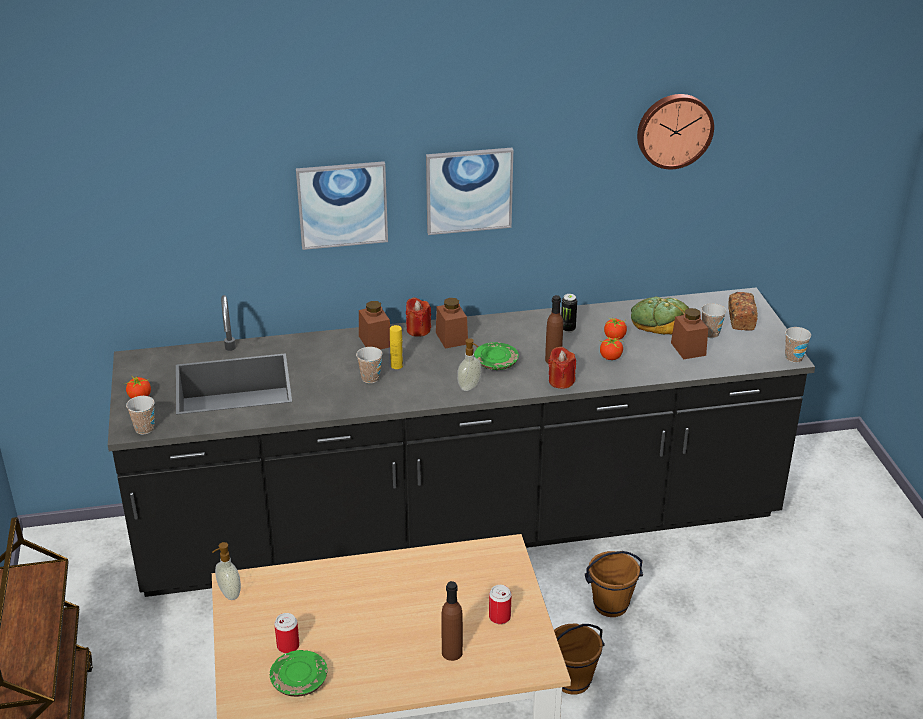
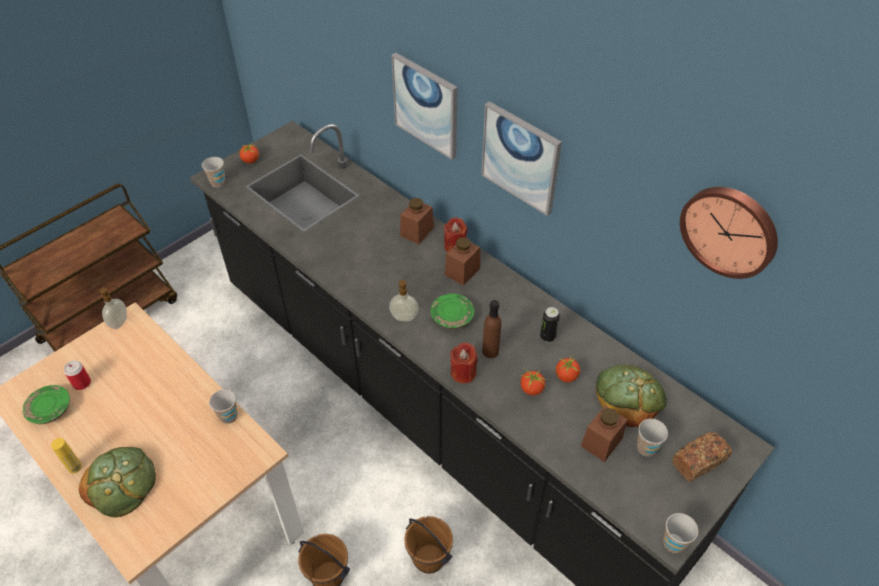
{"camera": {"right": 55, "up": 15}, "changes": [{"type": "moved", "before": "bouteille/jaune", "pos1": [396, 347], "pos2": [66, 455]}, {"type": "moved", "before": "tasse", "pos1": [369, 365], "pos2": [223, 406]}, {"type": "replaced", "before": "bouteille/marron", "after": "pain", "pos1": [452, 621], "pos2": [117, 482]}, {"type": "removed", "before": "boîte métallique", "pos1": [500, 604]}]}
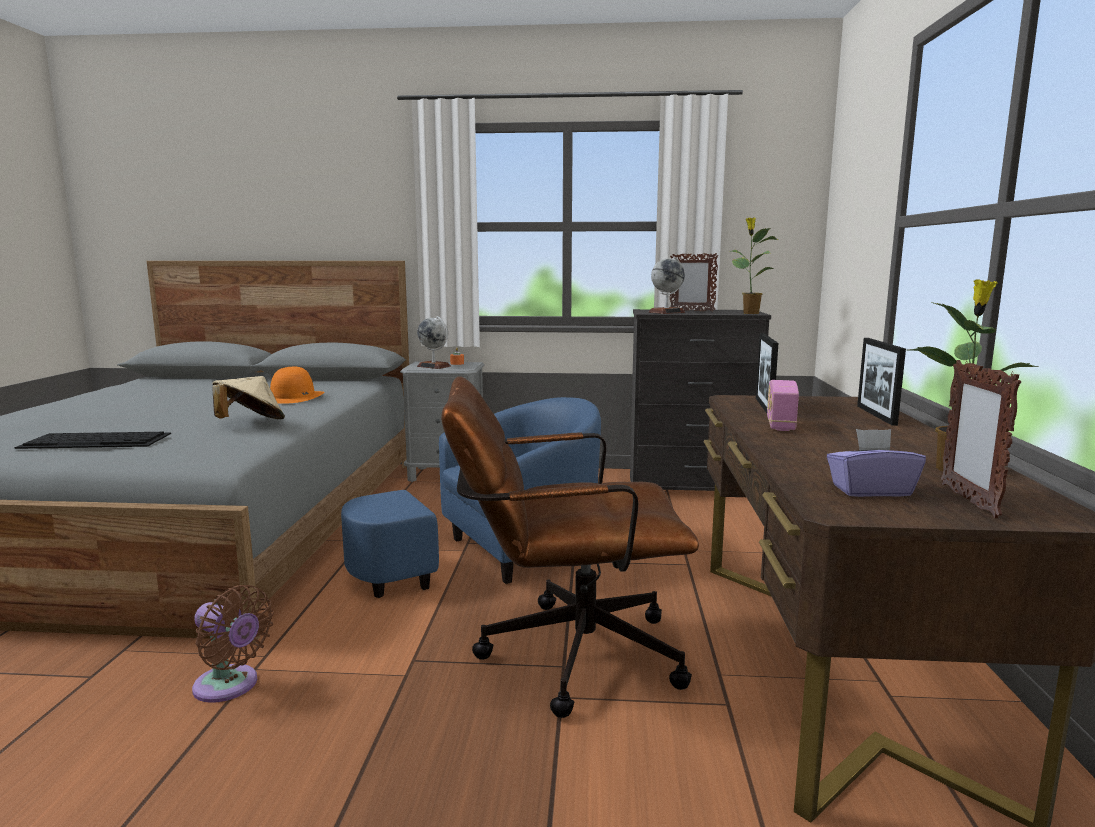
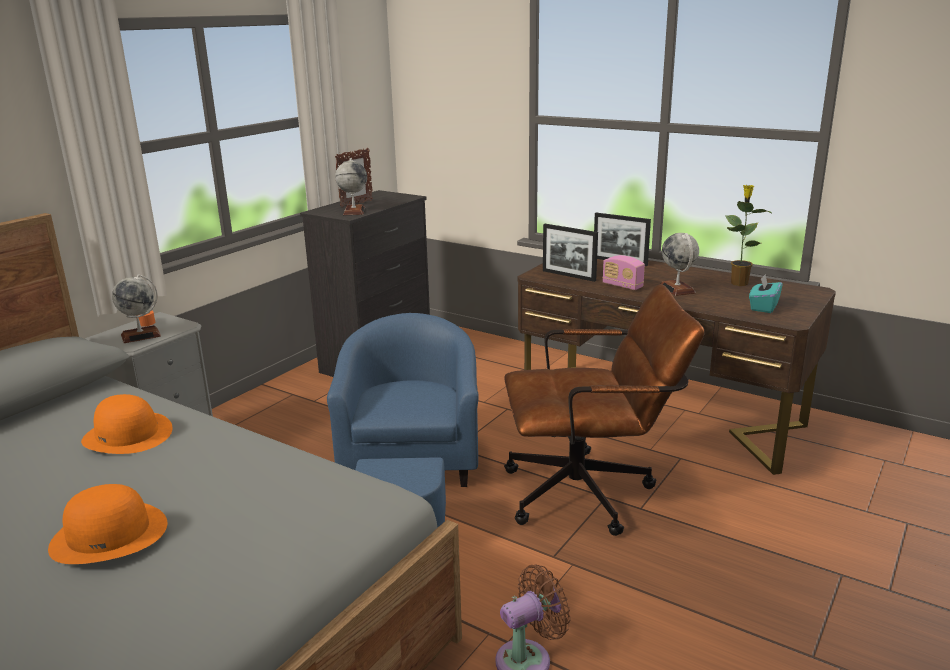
{"camera": {"right": -60, "up": 10}, "changes": [{"type": "removed", "before": "plante en pot", "pos1": [754, 266]}, {"type": "removed", "before": "cadre photo", "pos1": [981, 439]}, {"type": "removed", "before": "chapeau/beige", "pos1": [248, 397]}, {"type": "turned", "before": "chaise de bureau/marron", "pos1": [570, 547], "pos2": [604, 410], "turn": -120}, {"type": "recoloured", "before": "boîte à mouchoirs/violet", "after": "boîte à mouchoirs/turquoise", "pos1": [876, 463], "pos2": [766, 293]}, {"type": "removed", "before": "clavier", "pos1": [93, 440]}, {"type": "added", "after": "globe", "pos2": [680, 264]}, {"type": "added", "after": "chapeau/orange", "pos2": [107, 524]}]}
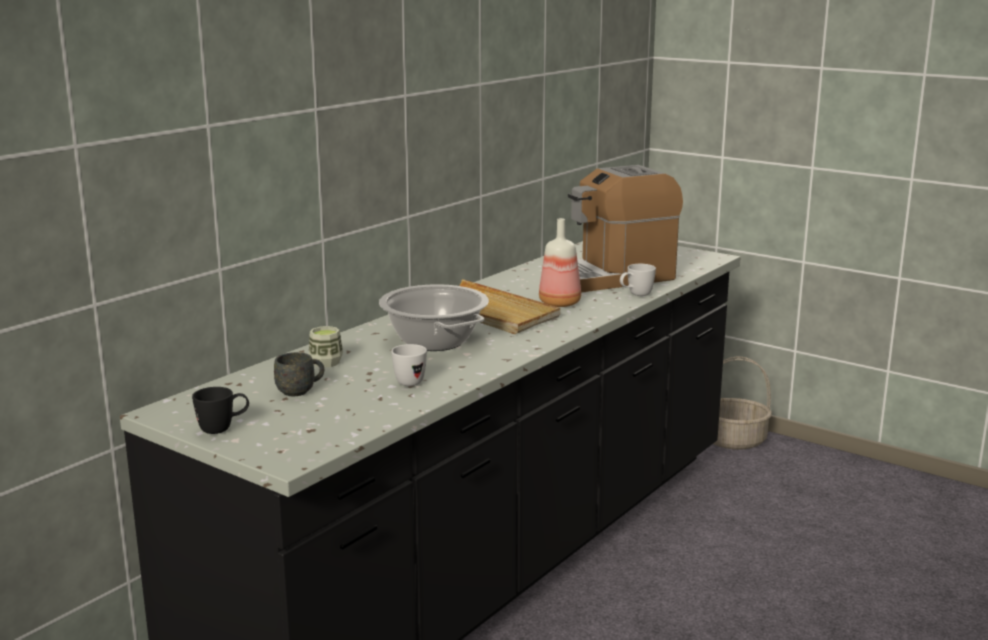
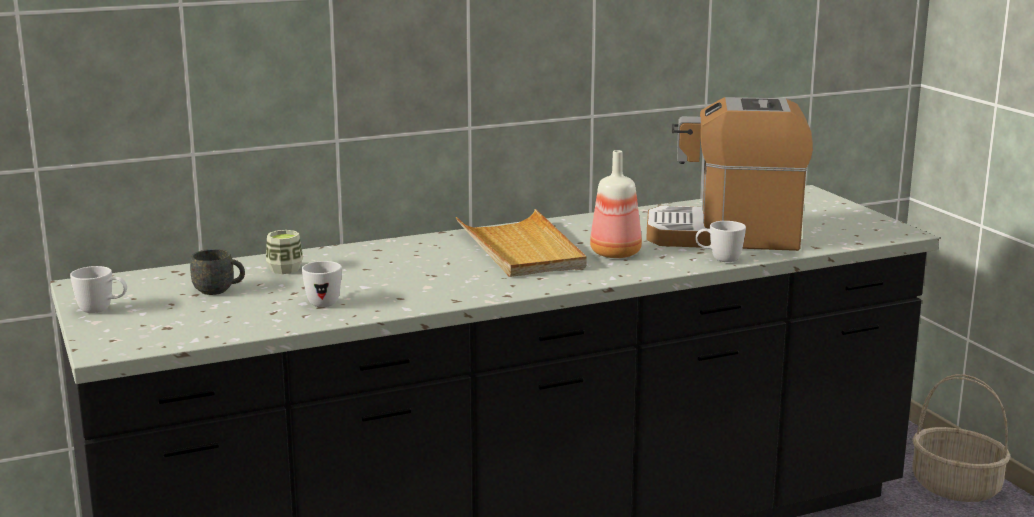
{"camera": {"right": 30, "up": 0}, "changes": [{"type": "removed", "before": "marmite", "pos1": [434, 317]}, {"type": "recoloured", "before": "mug/noir", "after": "mug/blanc", "pos1": [220, 410], "pos2": [98, 289]}]}
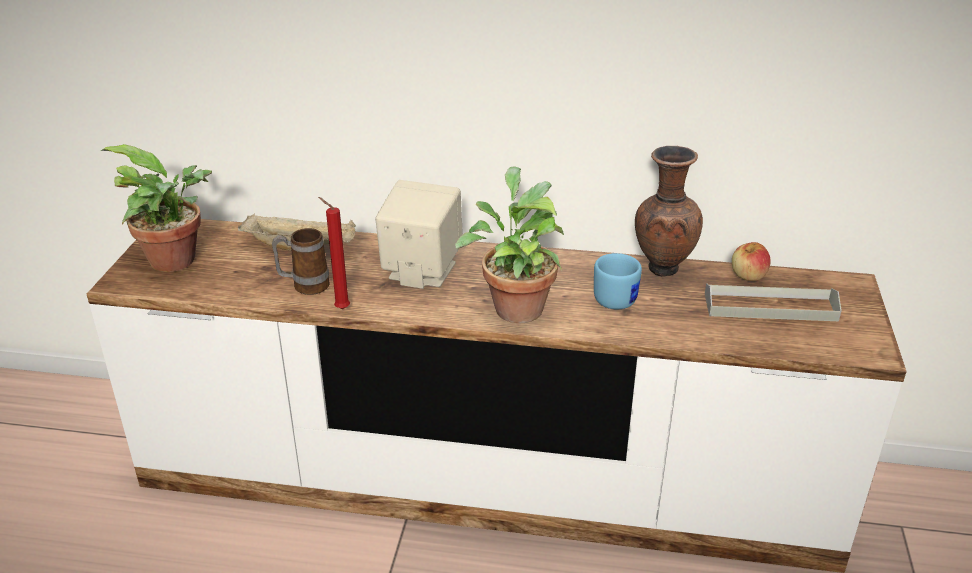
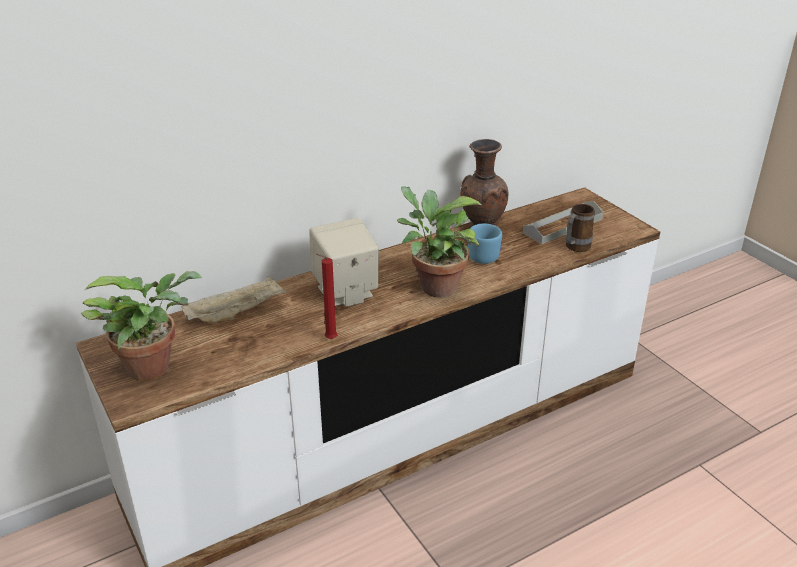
{"camera": {"right": -40, "up": 0}, "changes": [{"type": "moved", "before": "mug", "pos1": [301, 261], "pos2": [580, 228]}, {"type": "removed", "before": "pomme", "pos1": [751, 261]}]}
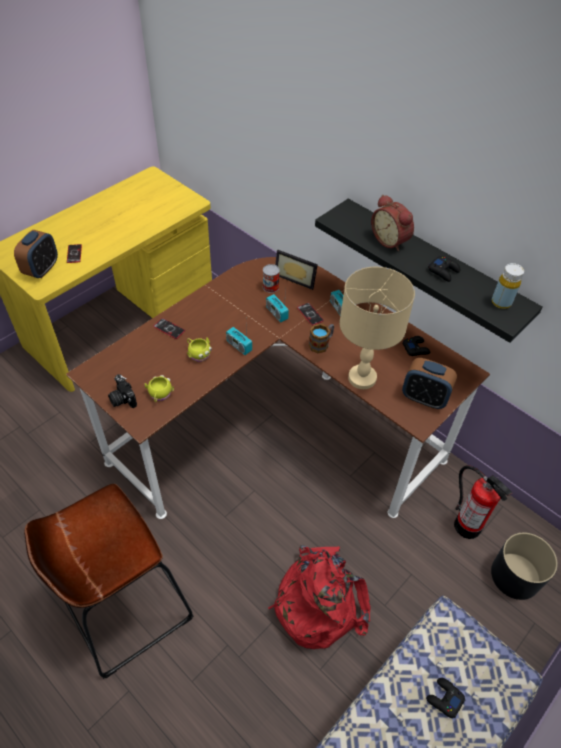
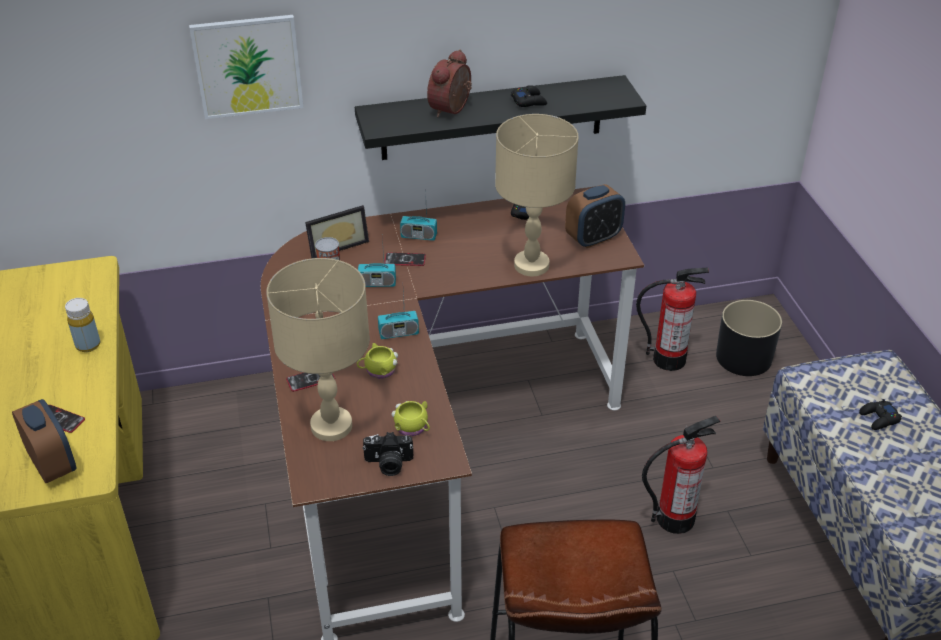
{"camera": {"right": -55, "up": -10}, "changes": [{"type": "turned", "before": "réveil", "pos1": [392, 222], "pos2": [449, 83], "turn": 120}, {"type": "moved", "before": "bouteille/jaune", "pos1": [508, 286], "pos2": [82, 325]}, {"type": "removed", "before": "mug", "pos1": [321, 338]}, {"type": "replaced", "before": "sac à dos/rouge", "after": "extincteur", "pos1": [319, 597], "pos2": [681, 475]}, {"type": "added", "after": "tableau", "pos2": [246, 67]}, {"type": "added", "after": "lampe de table/beige", "pos2": [318, 349]}]}
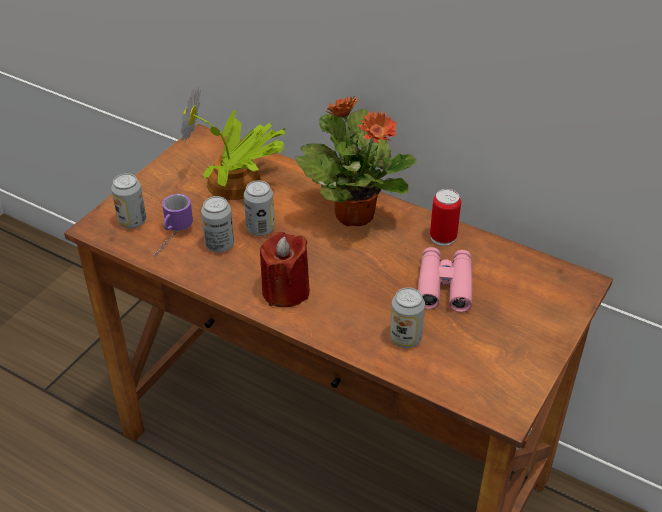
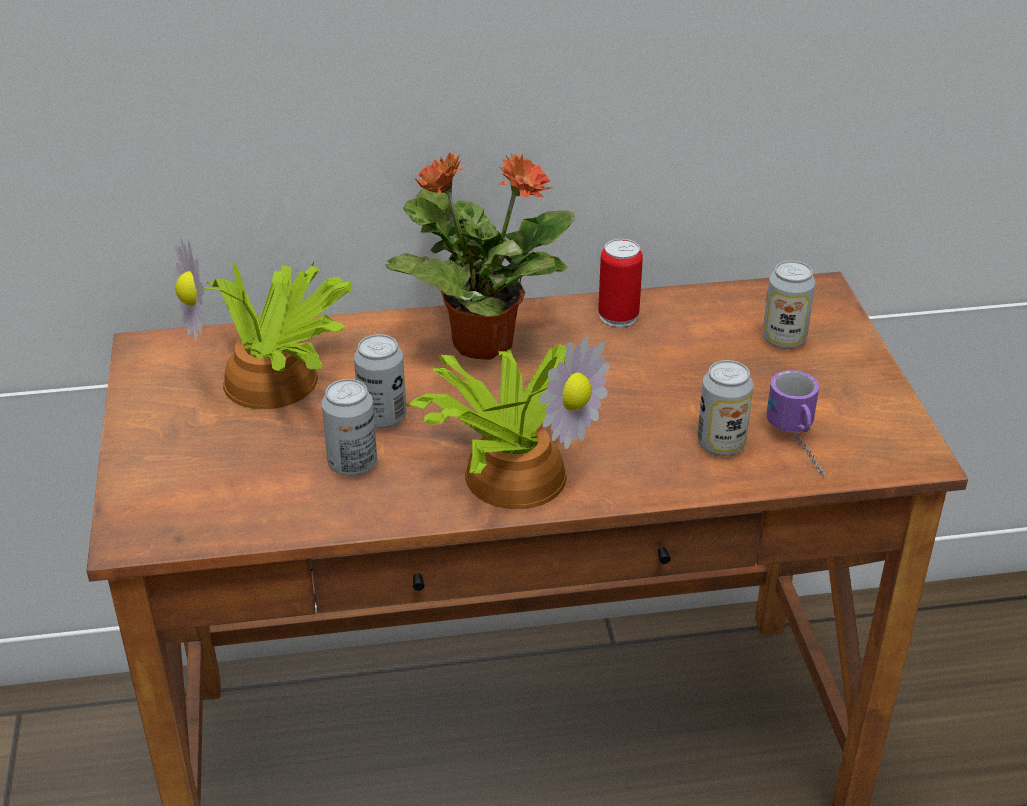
{"camera": {"right": -40, "up": -5}, "changes": [{"type": "moved", "before": "boîte métallique", "pos1": [128, 201], "pos2": [789, 305]}, {"type": "moved", "before": "mug", "pos1": [173, 225], "pos2": [796, 424]}, {"type": "replaced", "before": "bougie/rouge", "after": "plante en pot", "pos1": [285, 269], "pos2": [507, 422]}, {"type": "removed", "before": "jumelles/rose", "pos1": [445, 279]}]}
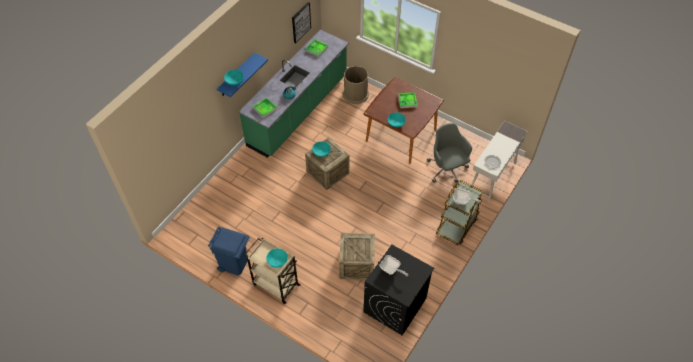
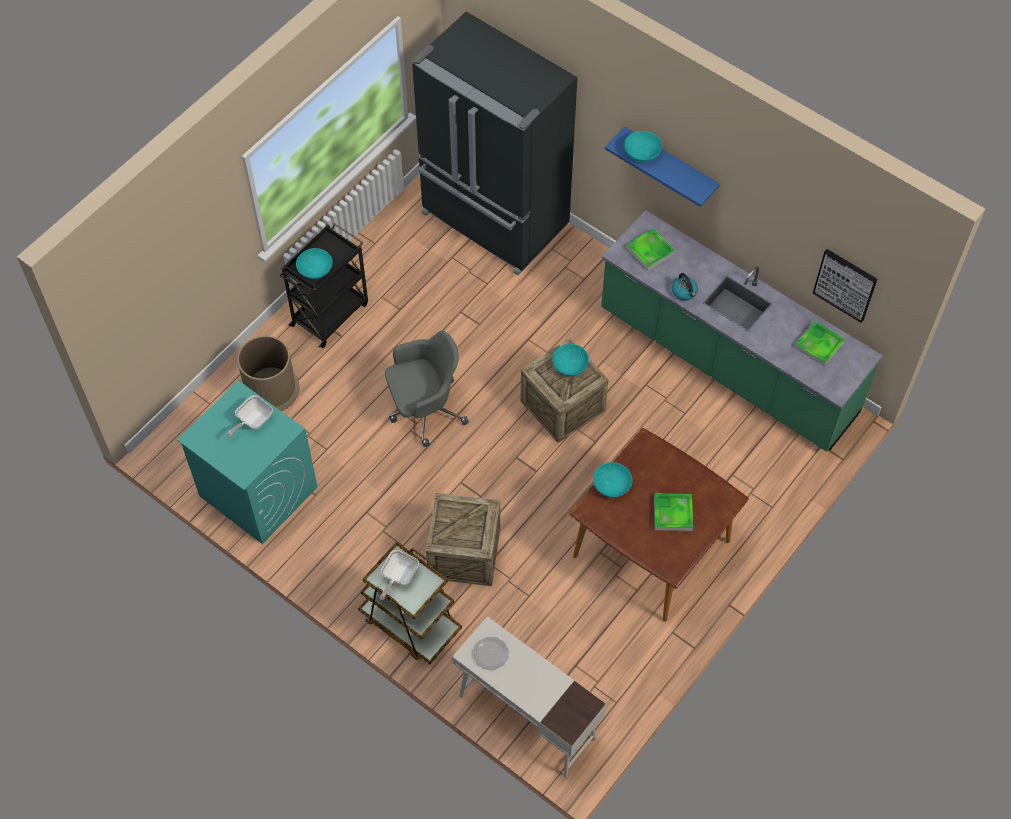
{"camera": {"right": 95, "up": 5}, "changes": [{"type": "moved", "before": "poubelle/marron", "pos1": [356, 85], "pos2": [268, 373]}, {"type": "moved", "before": "chaise de bureau/gris", "pos1": [449, 153], "pos2": [427, 389]}, {"type": "removed", "before": "poubelle/bleu", "pos1": [229, 250]}, {"type": "moved", "before": "caisse", "pos1": [357, 256], "pos2": [463, 539]}, {"type": "recoloured", "before": "chariot/beige", "after": "chariot/noir", "pos1": [273, 270], "pos2": [324, 285]}, {"type": "recoloured", "before": "lave-linge/noir", "after": "lave-linge/turquoise", "pos1": [398, 290], "pos2": [247, 462]}, {"type": "added", "after": "réfrigérateur/noir", "pos2": [494, 143]}]}
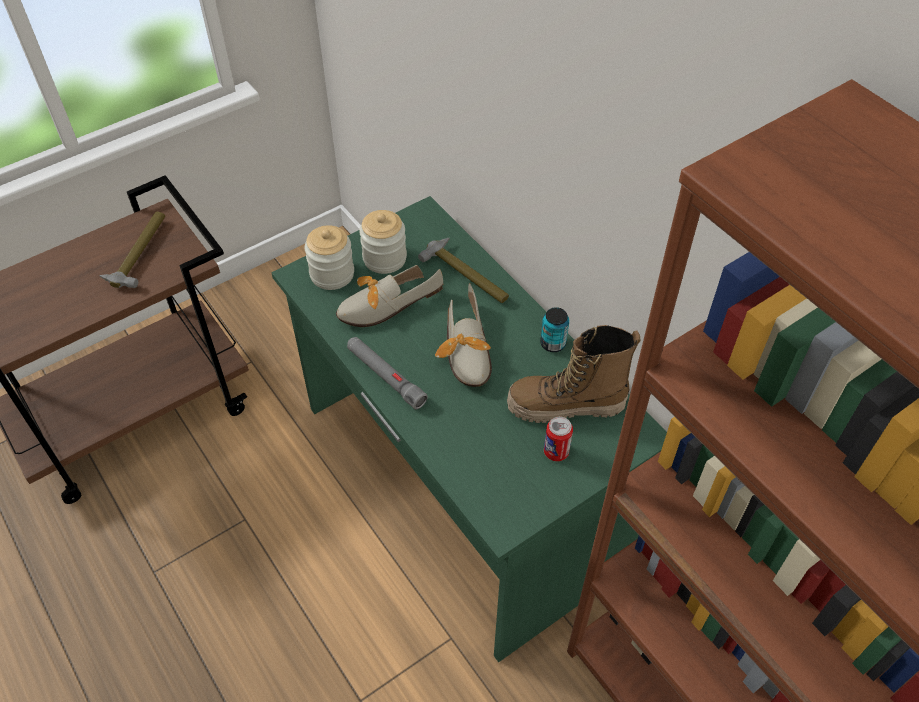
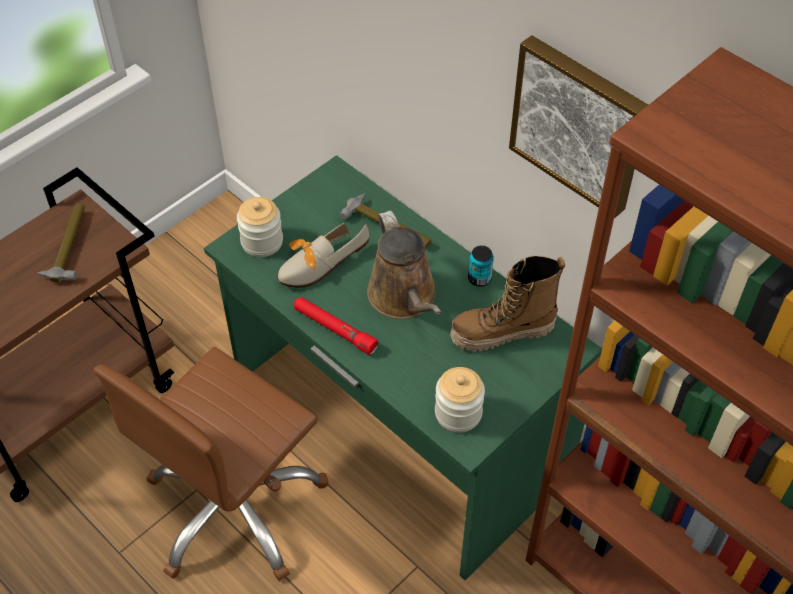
{"camera": {"right": -10, "up": 0}, "changes": [{"type": "moved", "before": "bocal", "pos1": [383, 242], "pos2": [460, 400]}, {"type": "replaced", "before": "chaussure", "after": "arrosoir/marron", "pos1": [463, 335], "pos2": [404, 265]}, {"type": "recoloured", "before": "lampe de poche/gris", "after": "lampe de poche/rouge", "pos1": [387, 373], "pos2": [336, 326]}, {"type": "removed", "before": "boîte métallique", "pos1": [558, 439]}, {"type": "added", "after": "tableau", "pos2": [578, 126]}, {"type": "added", "after": "chaise de bureau/marron", "pos2": [211, 464]}]}
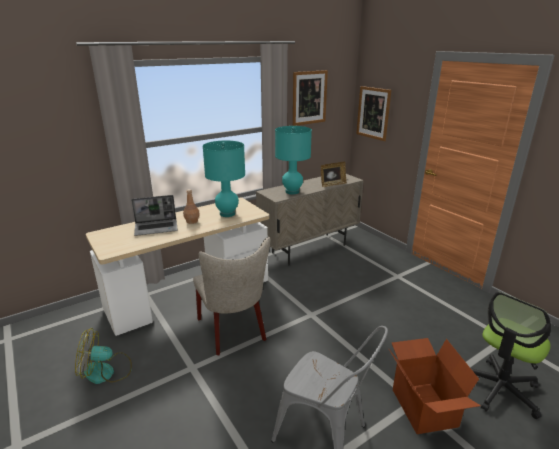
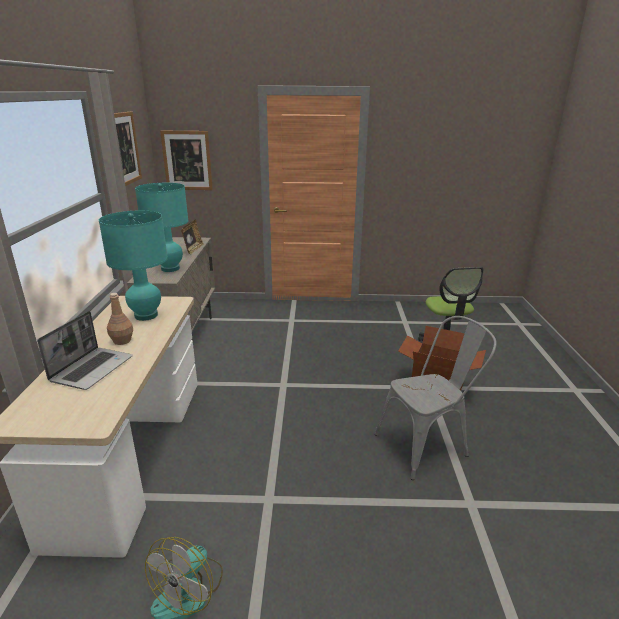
{"camera": {"right": -55, "up": 0}, "changes": [{"type": "removed", "before": "chaise/beige", "pos1": [231, 296]}]}
